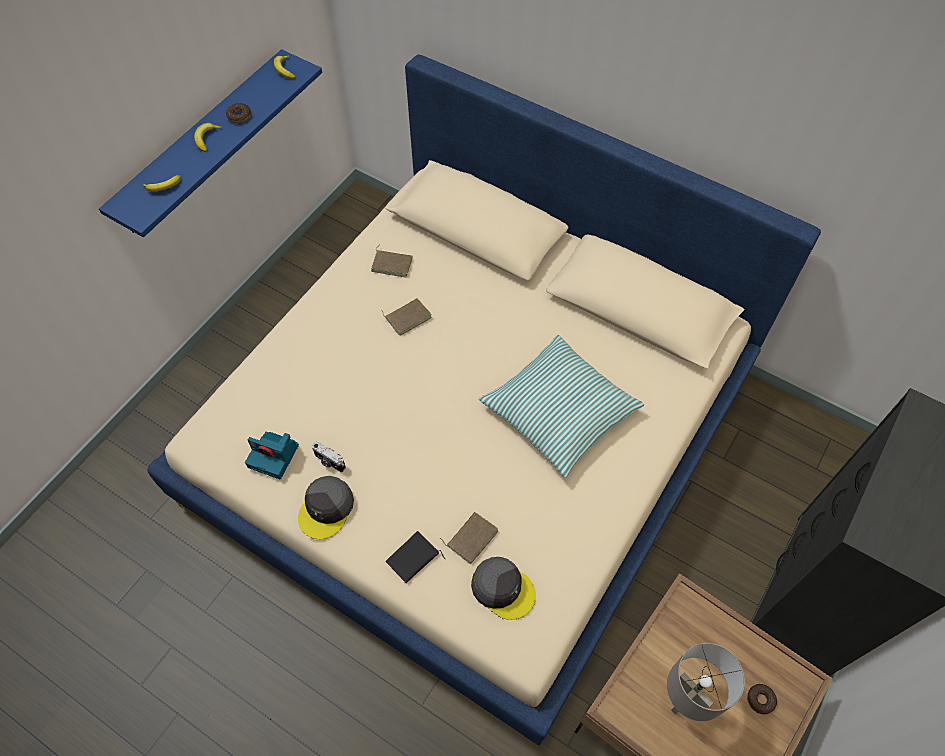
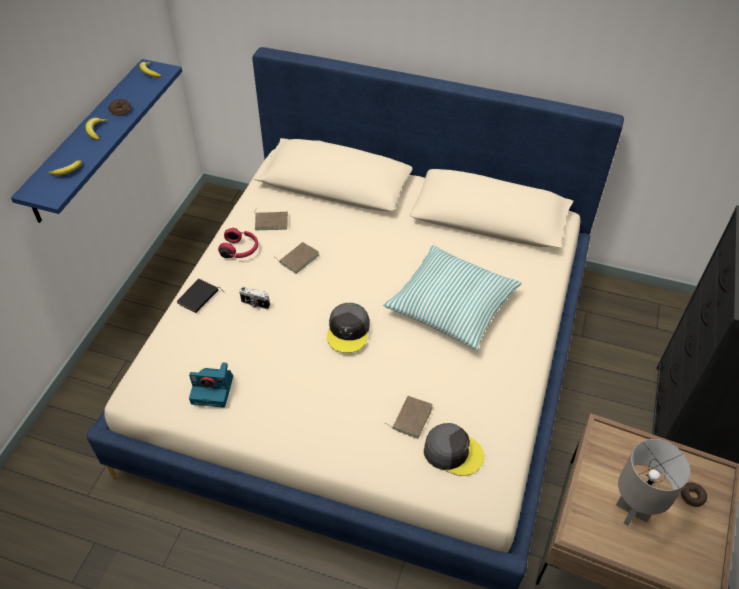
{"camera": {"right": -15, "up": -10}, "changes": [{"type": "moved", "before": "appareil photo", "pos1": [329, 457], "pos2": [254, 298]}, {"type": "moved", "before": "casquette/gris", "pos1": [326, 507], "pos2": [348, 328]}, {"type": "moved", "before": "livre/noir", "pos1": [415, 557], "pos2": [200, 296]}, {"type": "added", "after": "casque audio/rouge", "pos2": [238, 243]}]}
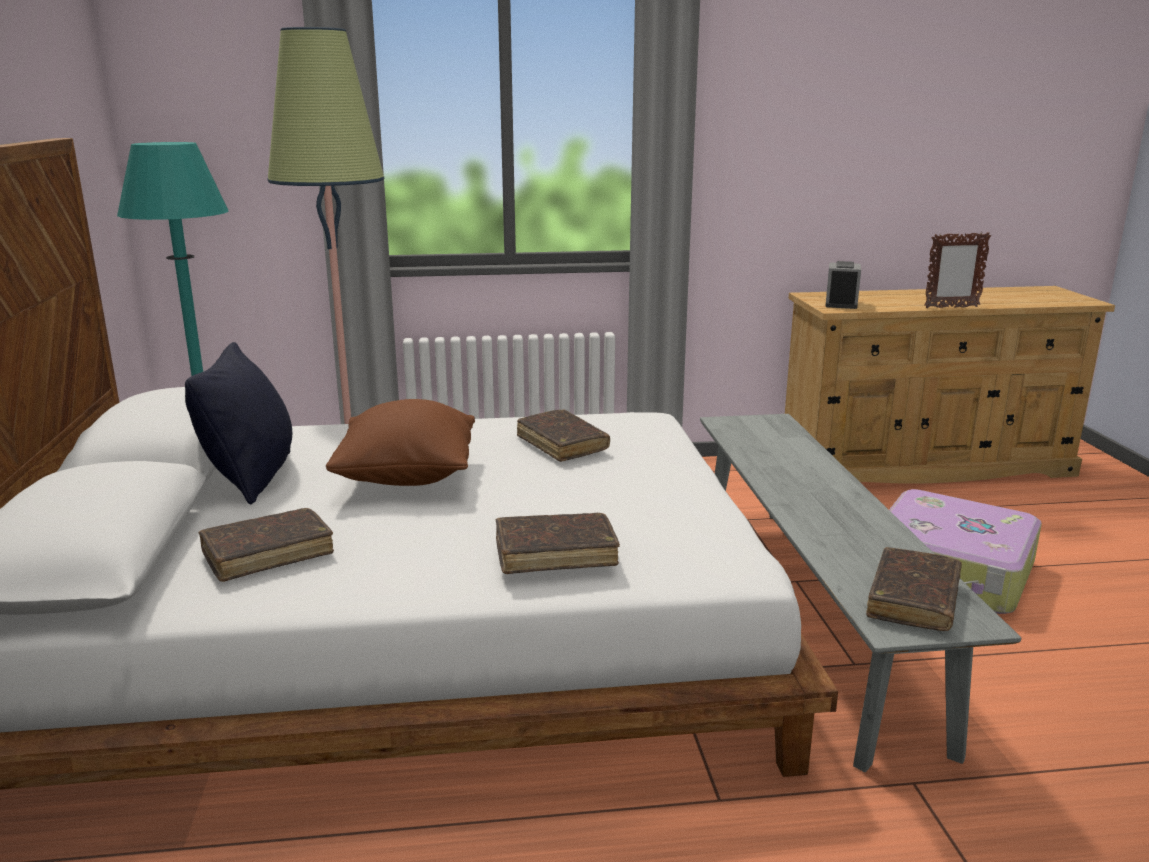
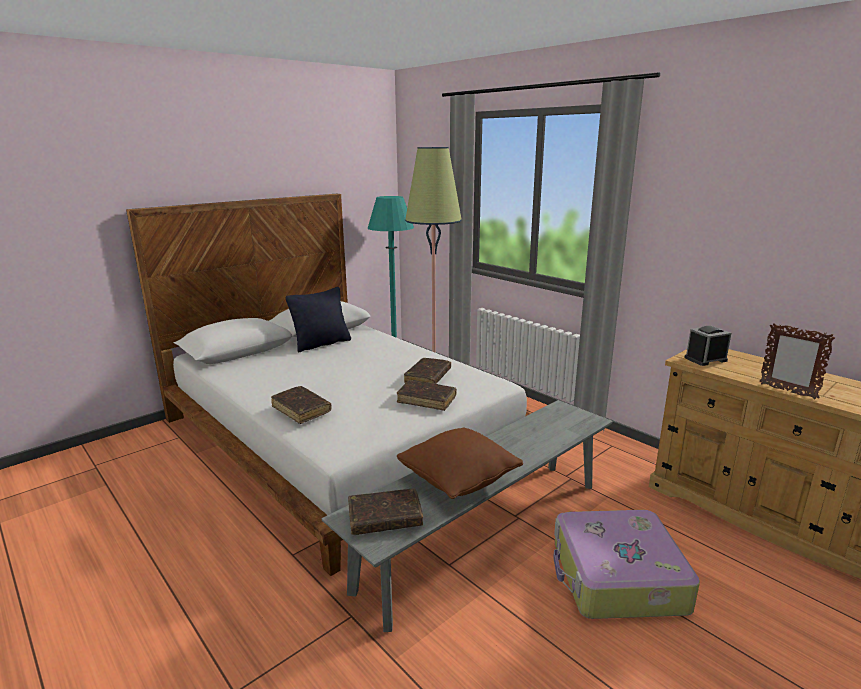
{"camera": {"right": 55, "up": 0}, "changes": [{"type": "moved", "before": "coussin/marron", "pos1": [400, 442], "pos2": [460, 463]}, {"type": "moved", "before": "livre/marron", "pos1": [266, 545], "pos2": [427, 395]}]}
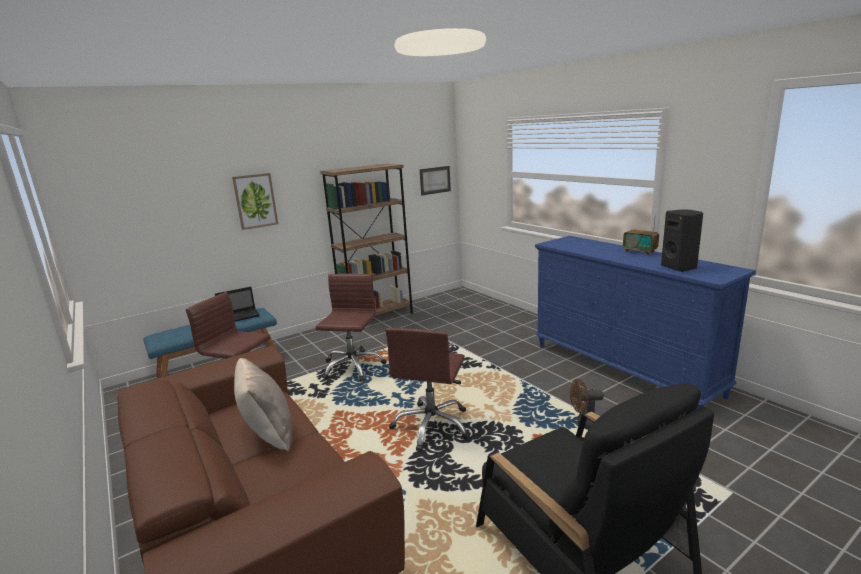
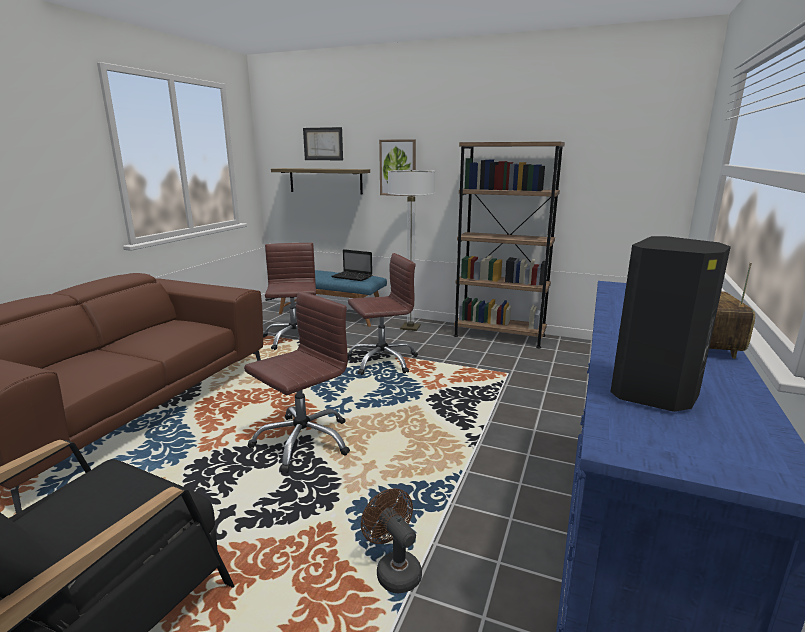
{"camera": {"right": 55, "up": 0}, "changes": [{"type": "moved", "before": "tableau", "pos1": [435, 181], "pos2": [323, 143]}, {"type": "turned", "before": "chaise de bureau/marron", "pos1": [427, 390], "pos2": [297, 382], "turn": 150}, {"type": "removed", "before": "coussin/beige", "pos1": [263, 405]}, {"type": "added", "after": "étagère", "pos2": [320, 181]}, {"type": "added", "after": "lampadaire", "pos2": [411, 250]}]}
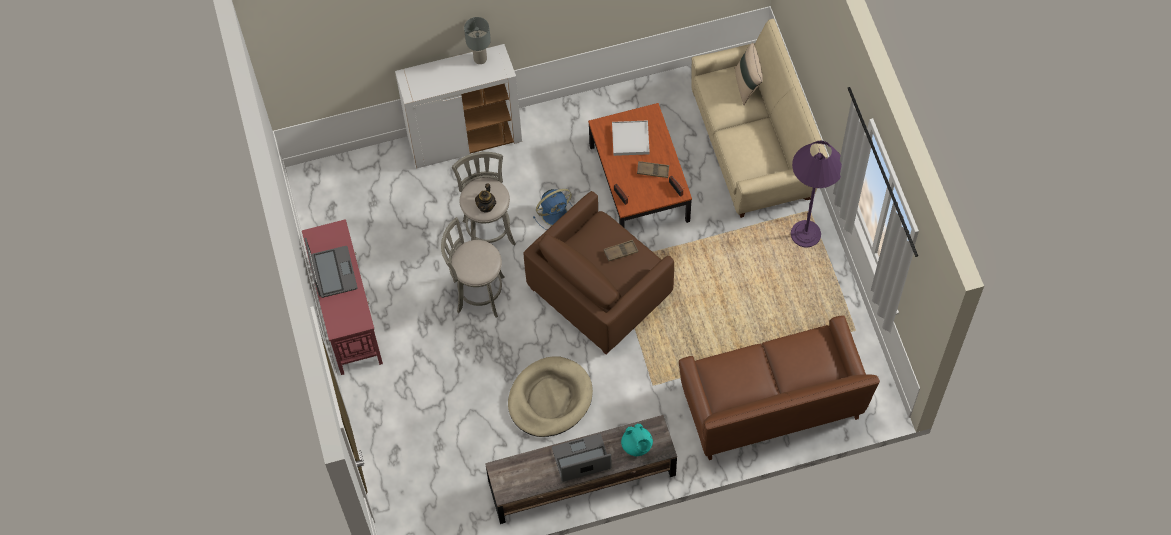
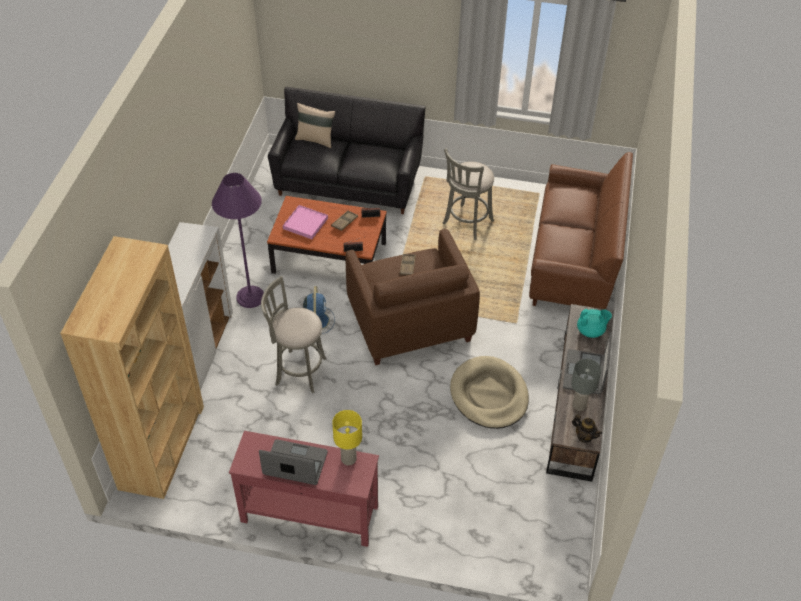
{"camera": {"right": -65, "up": -15}, "changes": [{"type": "moved", "before": "lampe de table/gris", "pos1": [477, 40], "pos2": [586, 385]}, {"type": "recoloured", "before": "canapé/beige", "after": "canapé/noir", "pos1": [759, 118], "pos2": [346, 150]}, {"type": "recoloured", "before": "plateau/blanc", "after": "plateau/rose", "pos1": [631, 138], "pos2": [305, 222]}, {"type": "moved", "before": "lampadaire/violet", "pos1": [816, 194], "pos2": [238, 240]}, {"type": "moved", "before": "théière", "pos1": [485, 198], "pos2": [587, 428]}, {"type": "moved", "before": "tabouret/gris", "pos1": [473, 267], "pos2": [468, 194]}, {"type": "added", "after": "bibliothèque/marron", "pos2": [132, 367]}, {"type": "added", "after": "lampe de table/jaune", "pos2": [347, 437]}]}
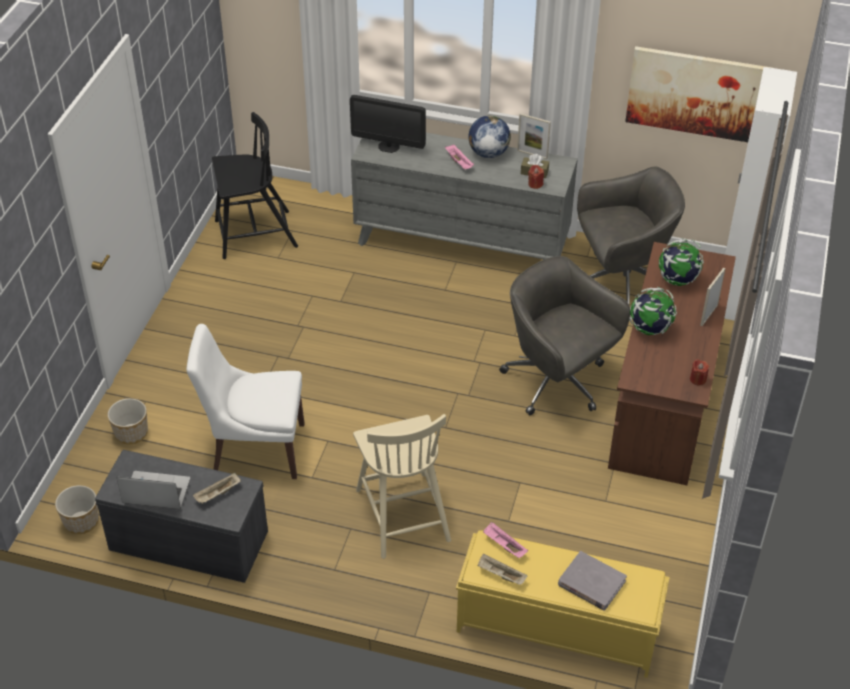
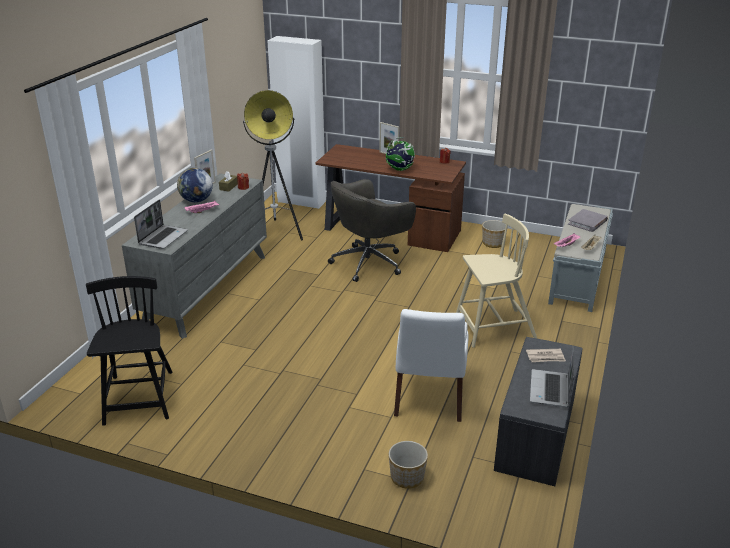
{"camera": {"right": -85, "up": -15}, "changes": [{"type": "removed", "before": "tableau", "pos1": [698, 94]}, {"type": "replaced", "before": "écran d'ordinateur", "after": "ordinateur portable", "pos1": [388, 124], "pos2": [161, 224]}, {"type": "replaced", "before": "chaise de bureau/gris", "after": "lampadaire", "pos1": [631, 235], "pos2": [273, 165]}, {"type": "removed", "before": "globe", "pos1": [681, 262]}, {"type": "replaced", "before": "plateau/beige", "after": "journal", "pos1": [217, 488], "pos2": [546, 355]}, {"type": "moved", "before": "cache-pot", "pos1": [77, 509], "pos2": [494, 234]}, {"type": "recoloured", "before": "banc/jaune", "after": "banc/gris", "pos1": [563, 604], "pos2": [580, 258]}]}
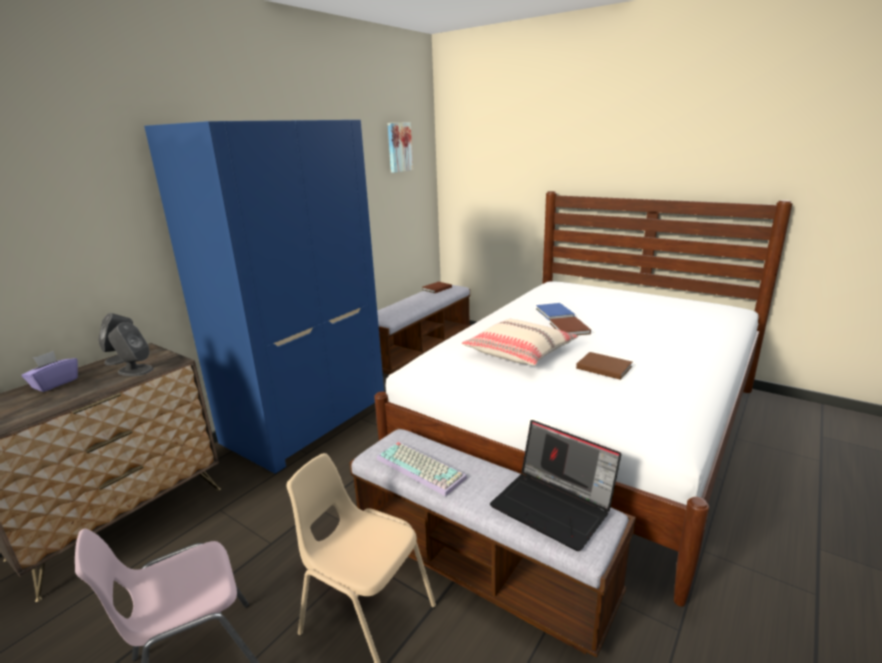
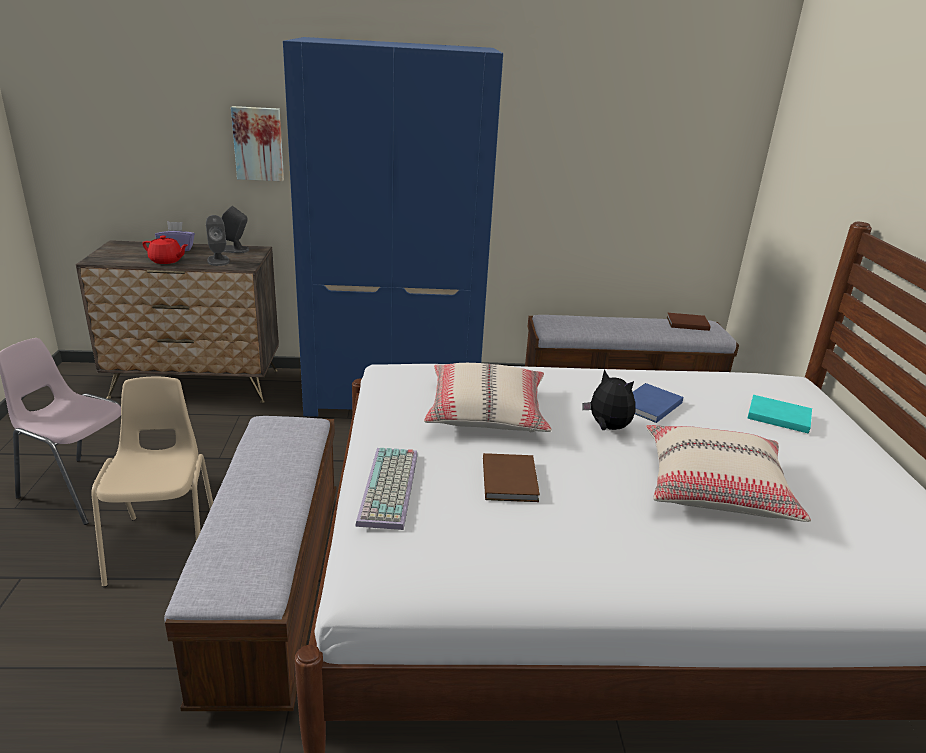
{"camera": {"right": 50, "up": 5}, "changes": [{"type": "moved", "before": "tableau", "pos1": [400, 147], "pos2": [257, 143]}, {"type": "replaced", "before": "livre/marron", "after": "peluche", "pos1": [570, 326], "pos2": [609, 399]}, {"type": "removed", "before": "ordinateur portable", "pos1": [555, 485]}, {"type": "moved", "before": "clavier", "pos1": [422, 469], "pos2": [386, 489]}, {"type": "added", "after": "théière/rouge", "pos2": [165, 250]}, {"type": "added", "after": "livre/turquoise", "pos2": [779, 414]}, {"type": "added", "after": "coussin/beige", "pos2": [728, 473]}]}
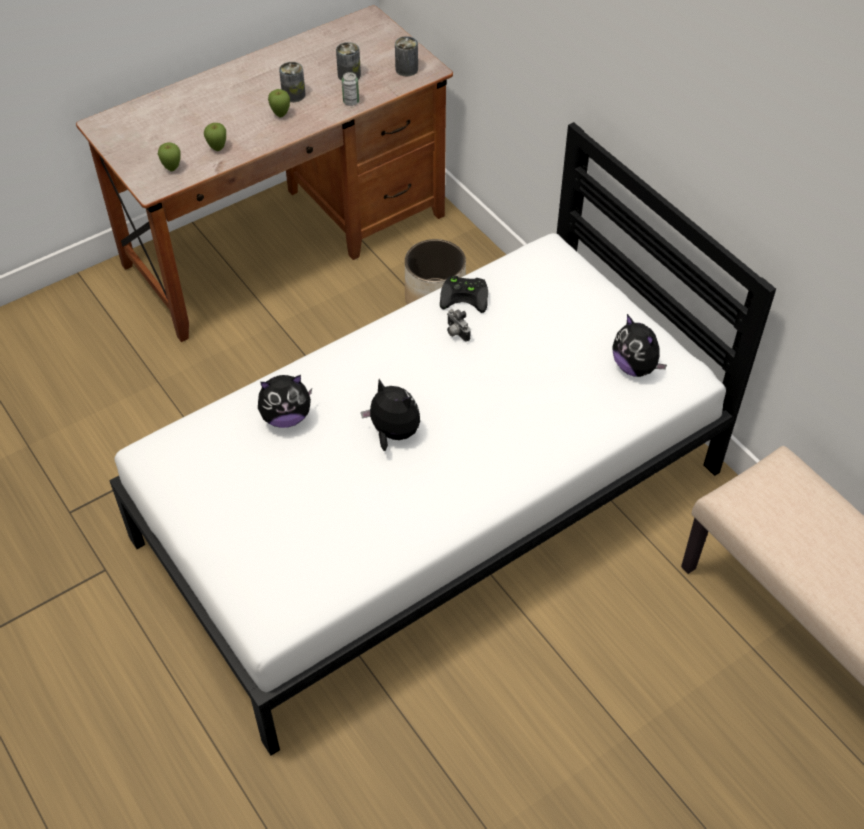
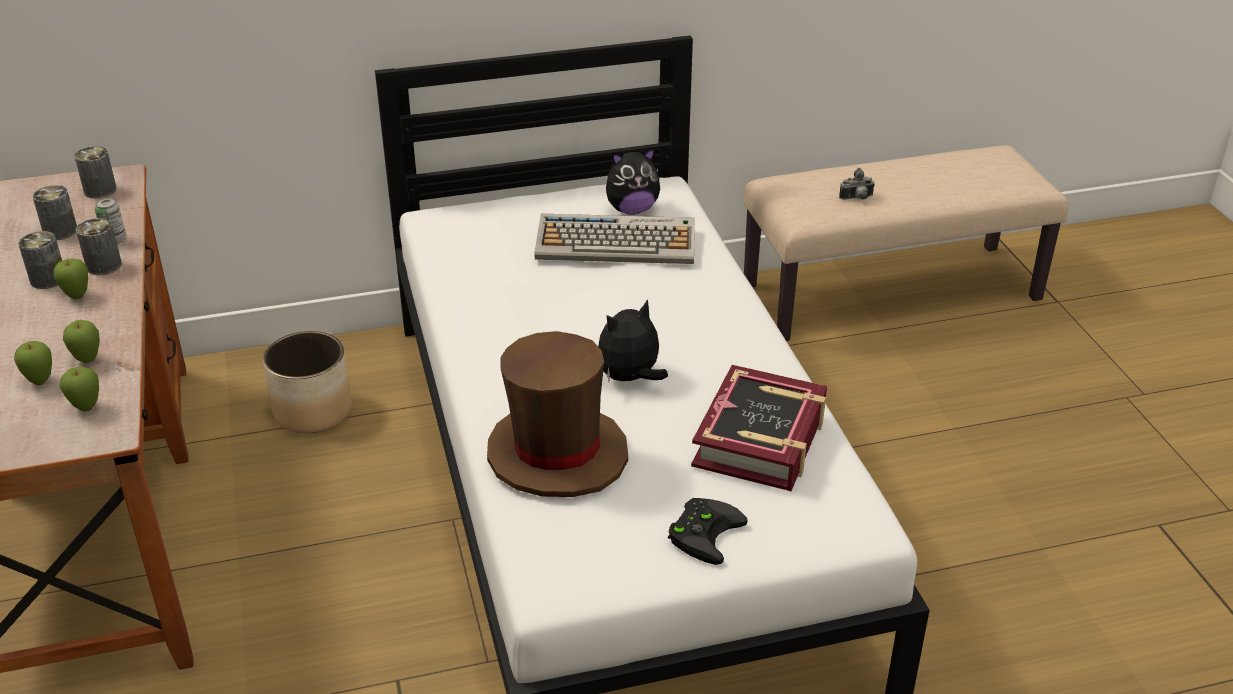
{"camera": {"right": -70, "up": -15}, "changes": [{"type": "moved", "before": "manette/noir", "pos1": [464, 294], "pos2": [708, 531]}, {"type": "moved", "before": "appareil photo", "pos1": [459, 325], "pos2": [857, 184]}, {"type": "replaced", "before": "peluche", "after": "chapeau/marron", "pos1": [285, 401], "pos2": [557, 414]}, {"type": "added", "after": "clavier", "pos2": [614, 239]}, {"type": "added", "after": "boîte métallique", "pos2": [99, 246]}, {"type": "added", "after": "pomme", "pos2": [33, 363]}, {"type": "added", "after": "livre", "pos2": [759, 428]}]}
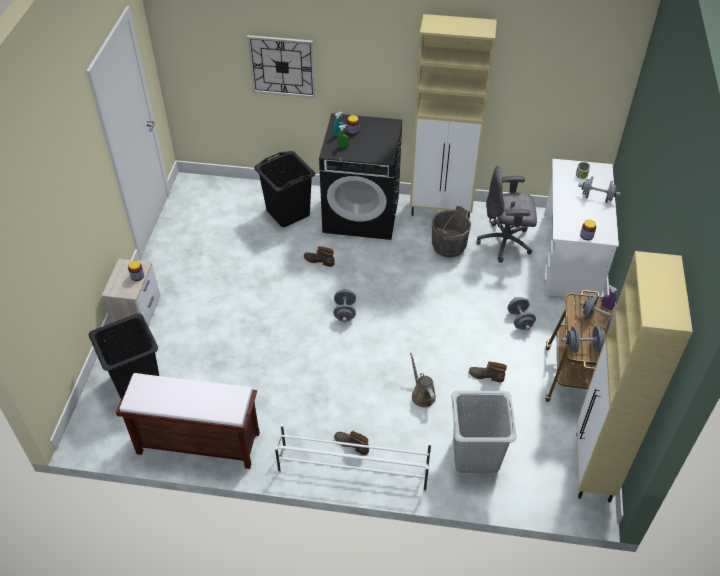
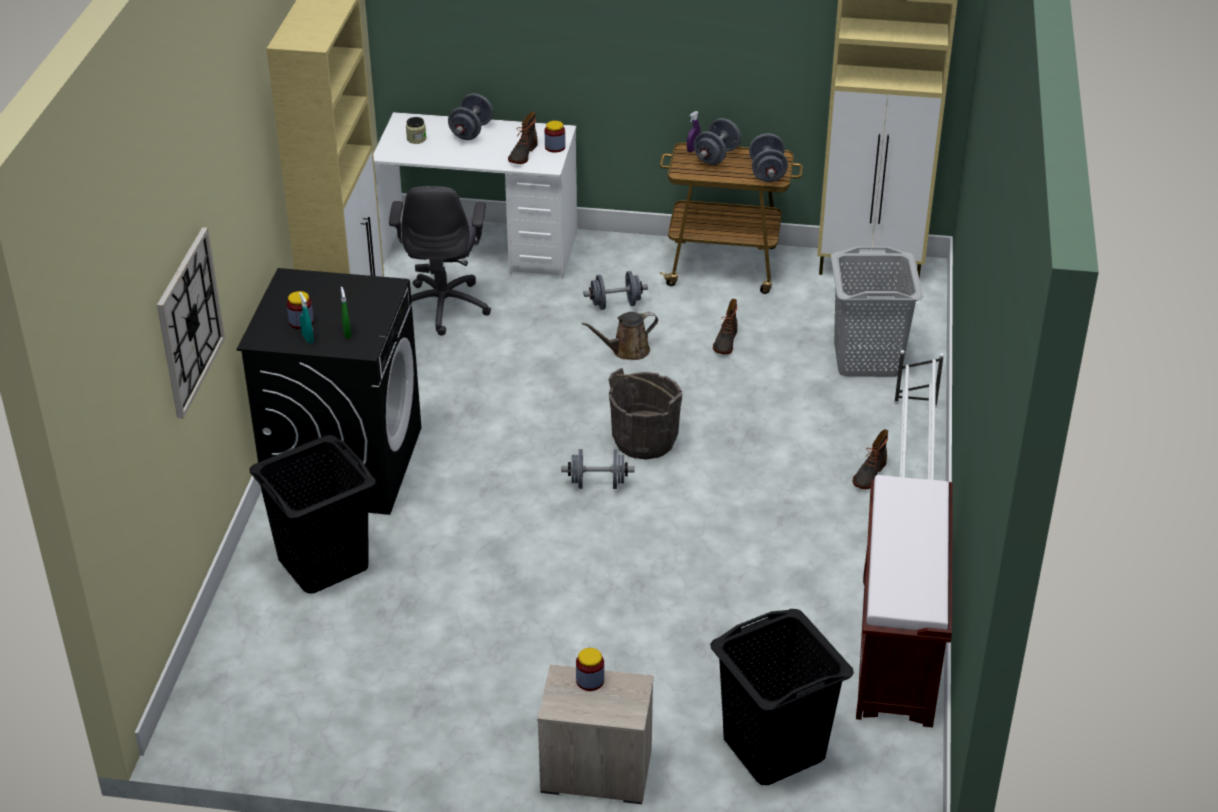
{"camera": {"right": -90, "up": -10}, "changes": [{"type": "moved", "before": "seau/gris", "pos1": [451, 232], "pos2": [645, 414]}, {"type": "moved", "before": "botte", "pos1": [319, 256], "pos2": [523, 138]}, {"type": "moved", "before": "arrosoir/marron", "pos1": [423, 380], "pos2": [620, 336]}]}
